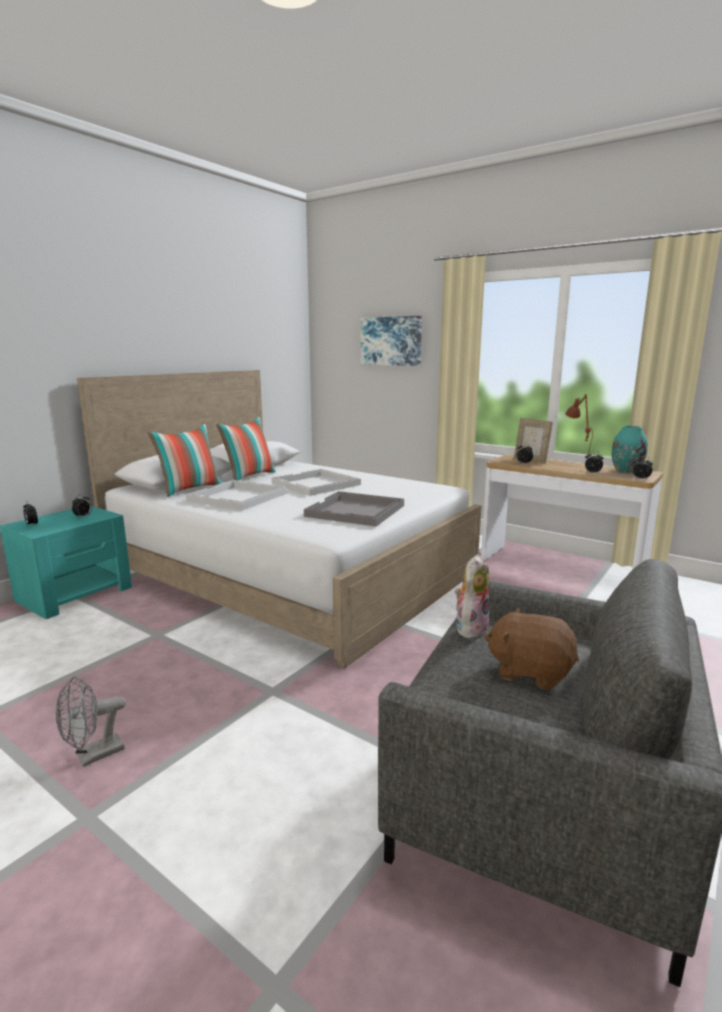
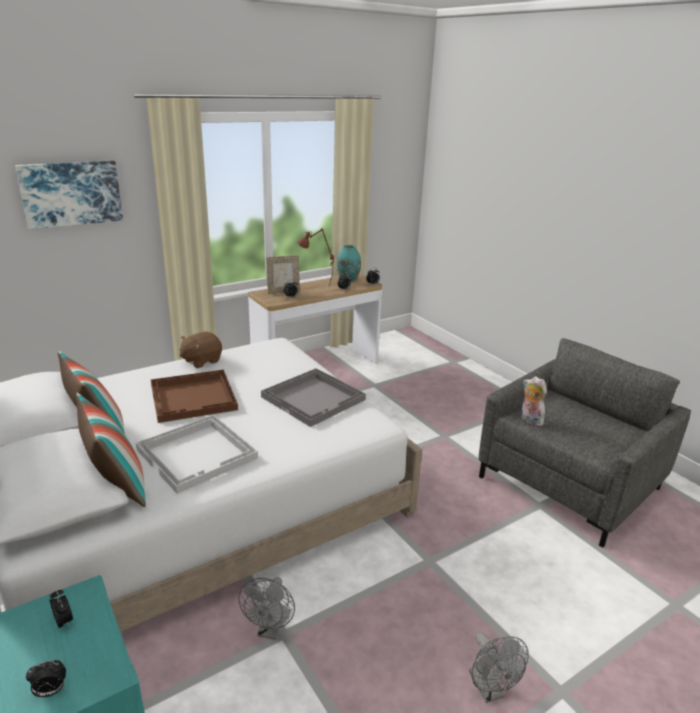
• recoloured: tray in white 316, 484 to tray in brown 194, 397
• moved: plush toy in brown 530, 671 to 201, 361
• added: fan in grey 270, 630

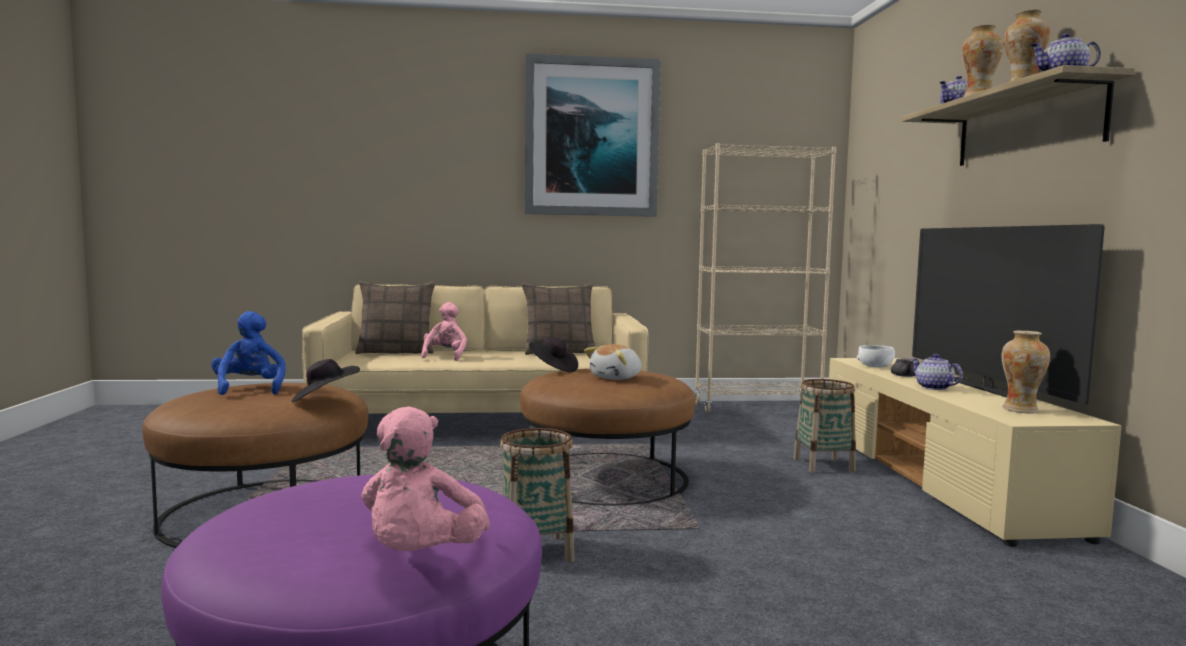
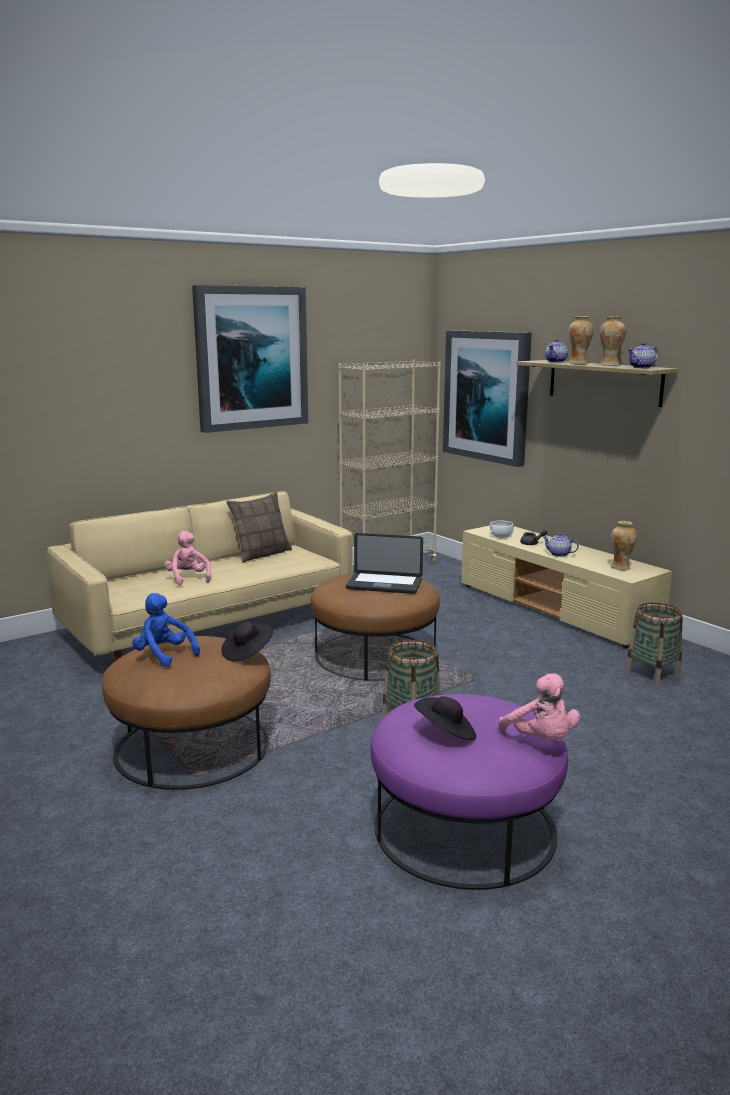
• removed: television 986, 389
• removed: pillow 396, 352
• moved: hat in black 553, 369 to 446, 733
• replaced: plush toy 617, 378 to laptop 384, 584
• moved: basket 823, 465 to 652, 674
• added: picture 487, 396

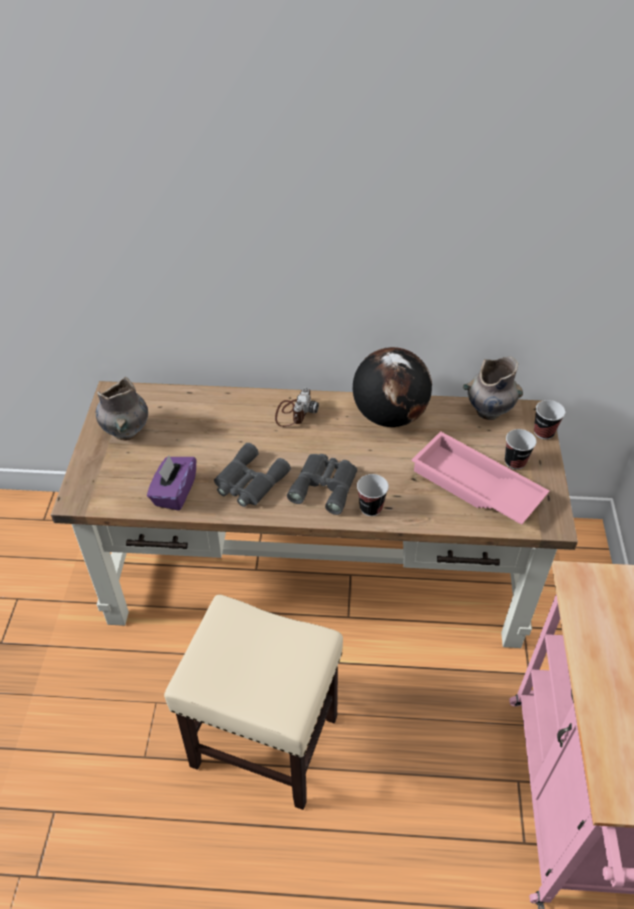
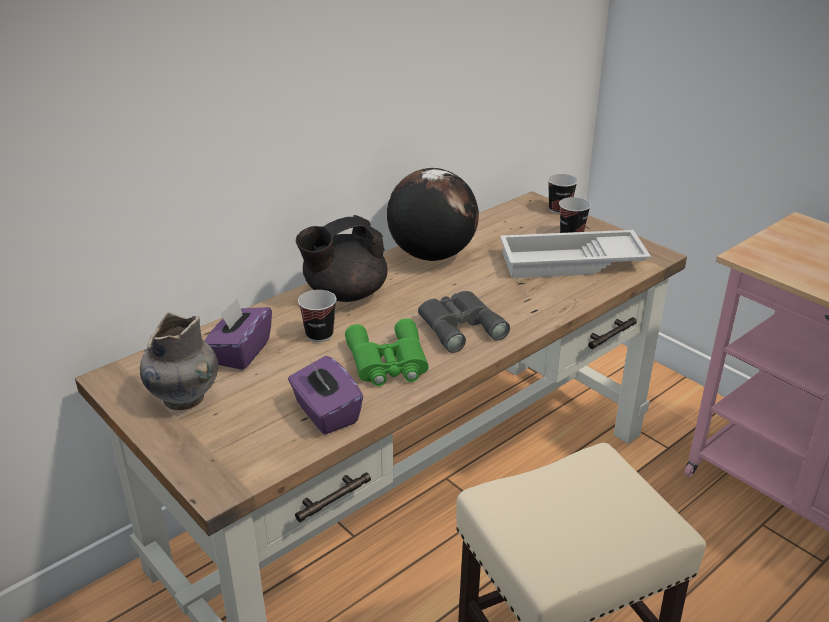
• removed: vase in grey 488, 411
• replaced: photo camera 294, 412 to teapot in black 344, 294
• recoloured: tray in pink 474, 487 to tray in white 571, 263
• recoloured: binoculars in grey 249, 482 to binoculars in green 387, 362
• moved: cup 371, 508 to 319, 335
• added: tissue box in purple 240, 352

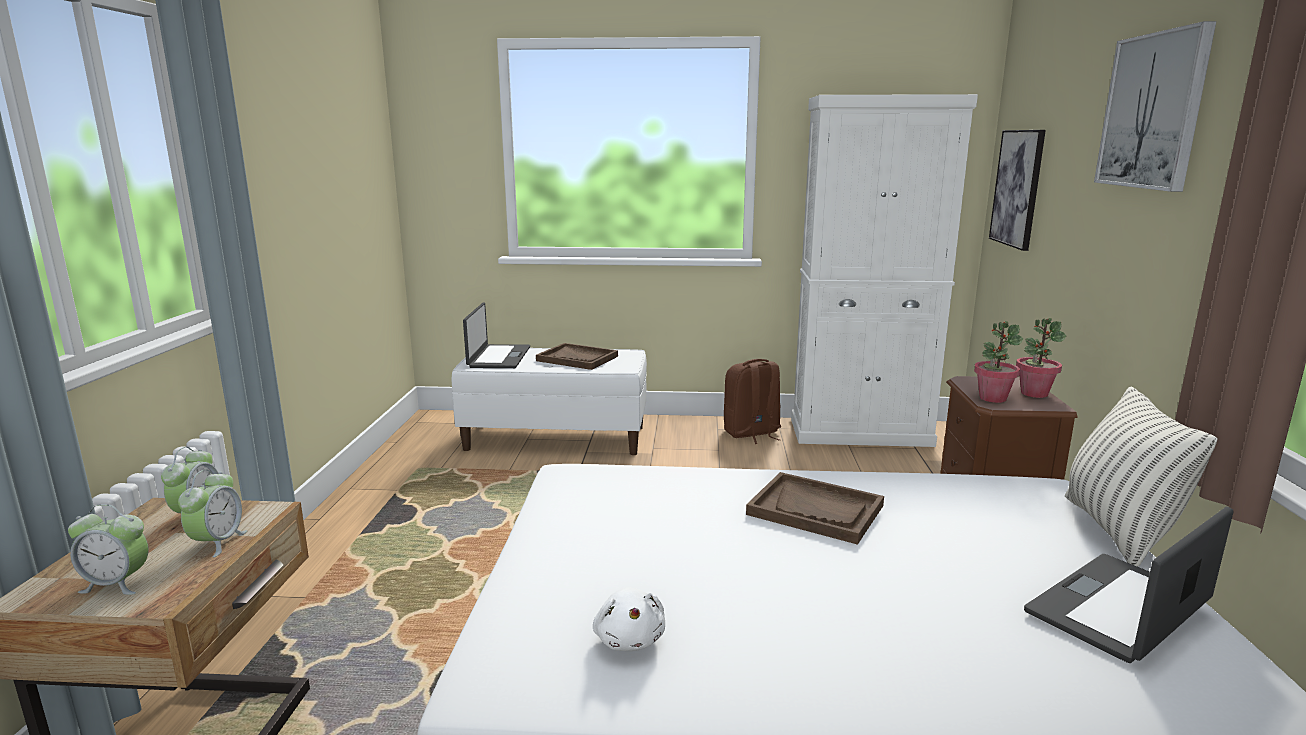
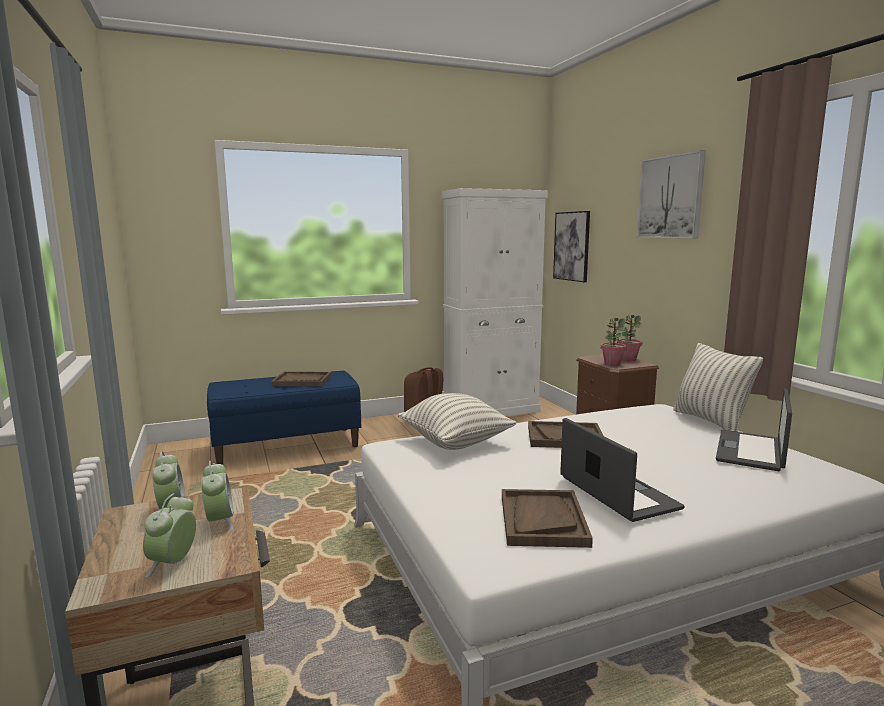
• moved: laptop 498, 357 to 616, 493
• recoloured: bench in white 556, 438 to bench in blue 287, 445
• turned: alarm clock 117, 584 = 173, 563 120 degrees clockwise
• replaced: plush toy in white 629, 639 to tray in brown 542, 520
• added: pillow 455, 443

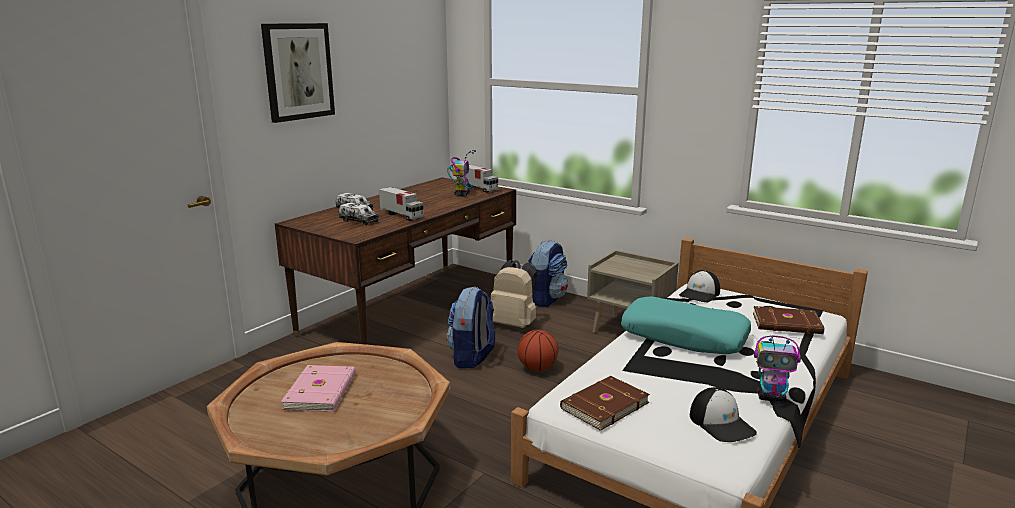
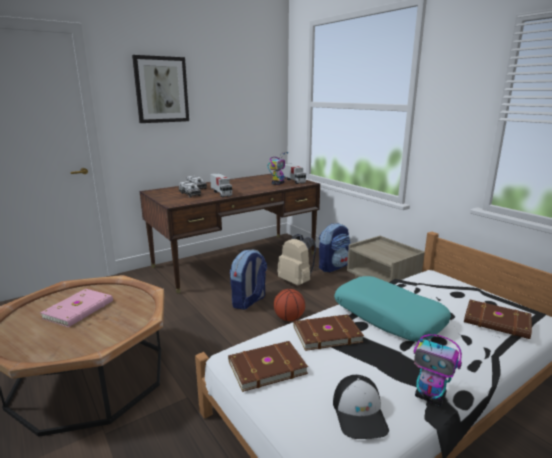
• removed: cap 700, 294
• added: book in brown 326, 334

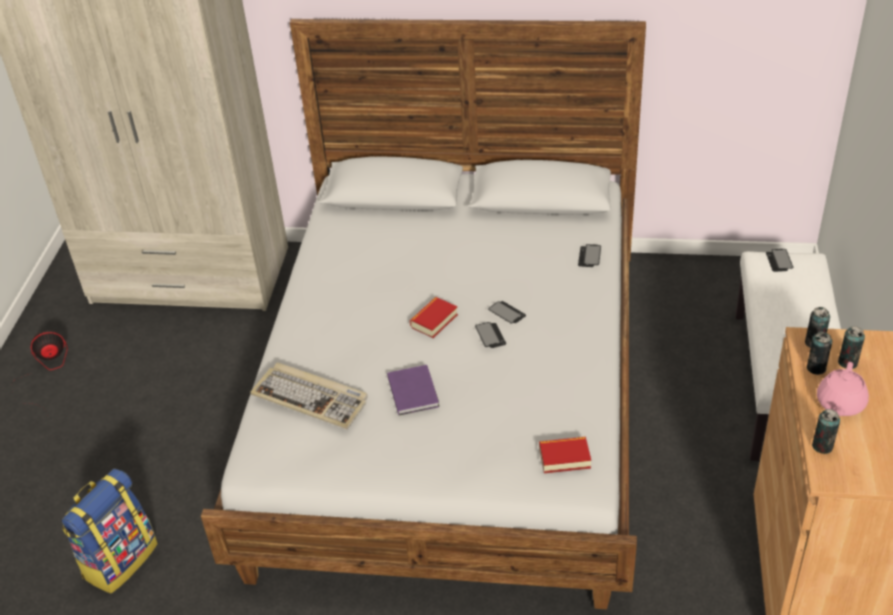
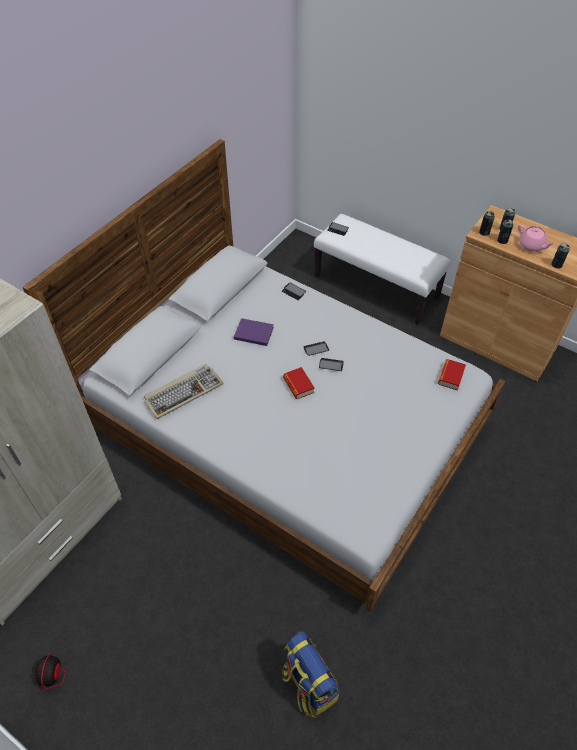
• moved: keyboard 311, 398 to 183, 392
• moved: book in purple 413, 390 to 253, 332

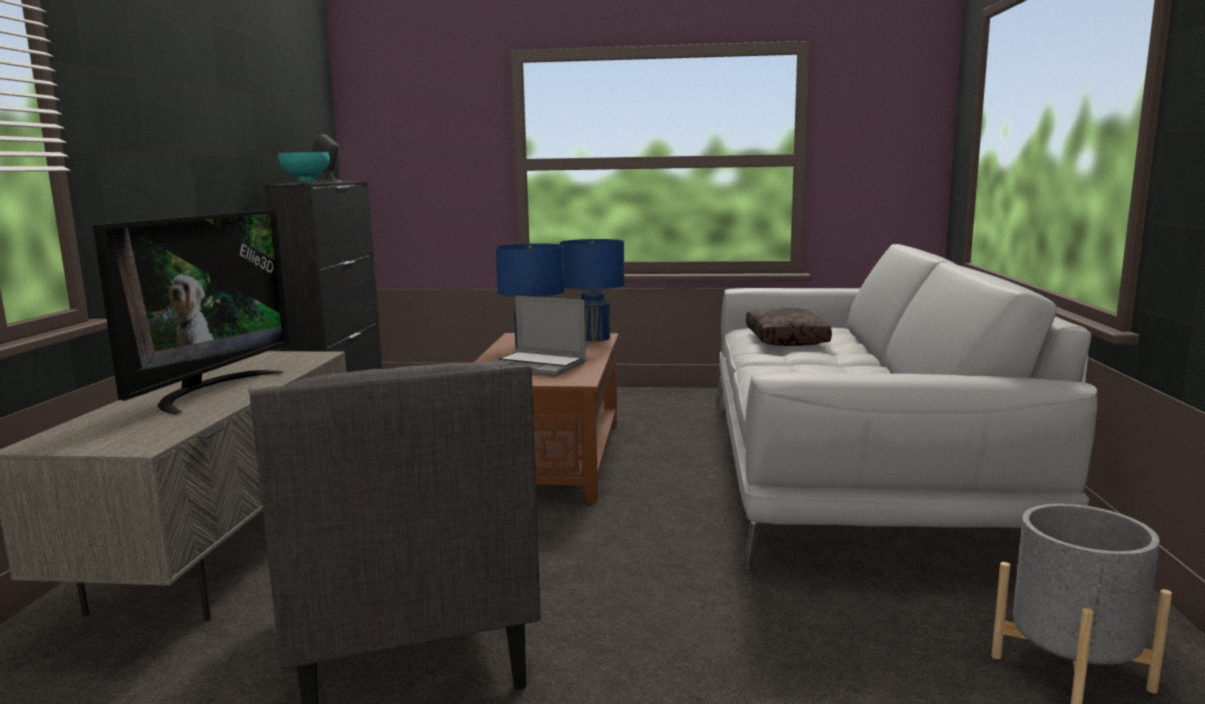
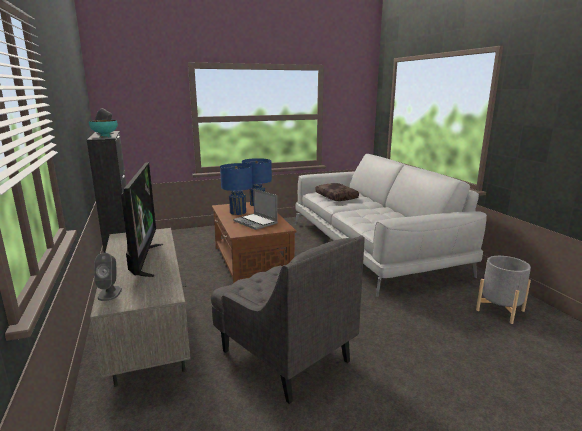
• turned: laptop 538, 366 = 256, 222 45 degrees clockwise
• added: speaker in grey 110, 293

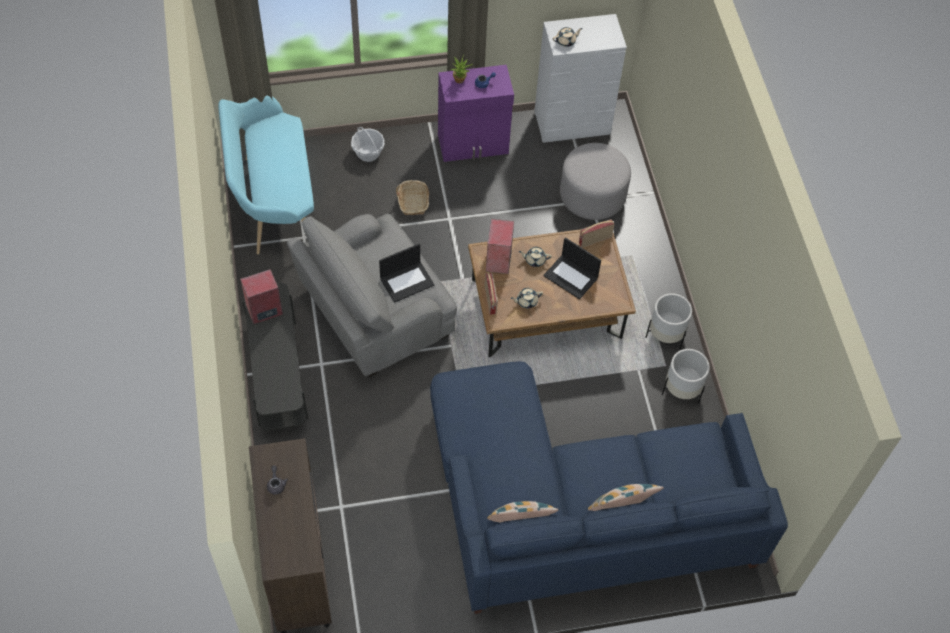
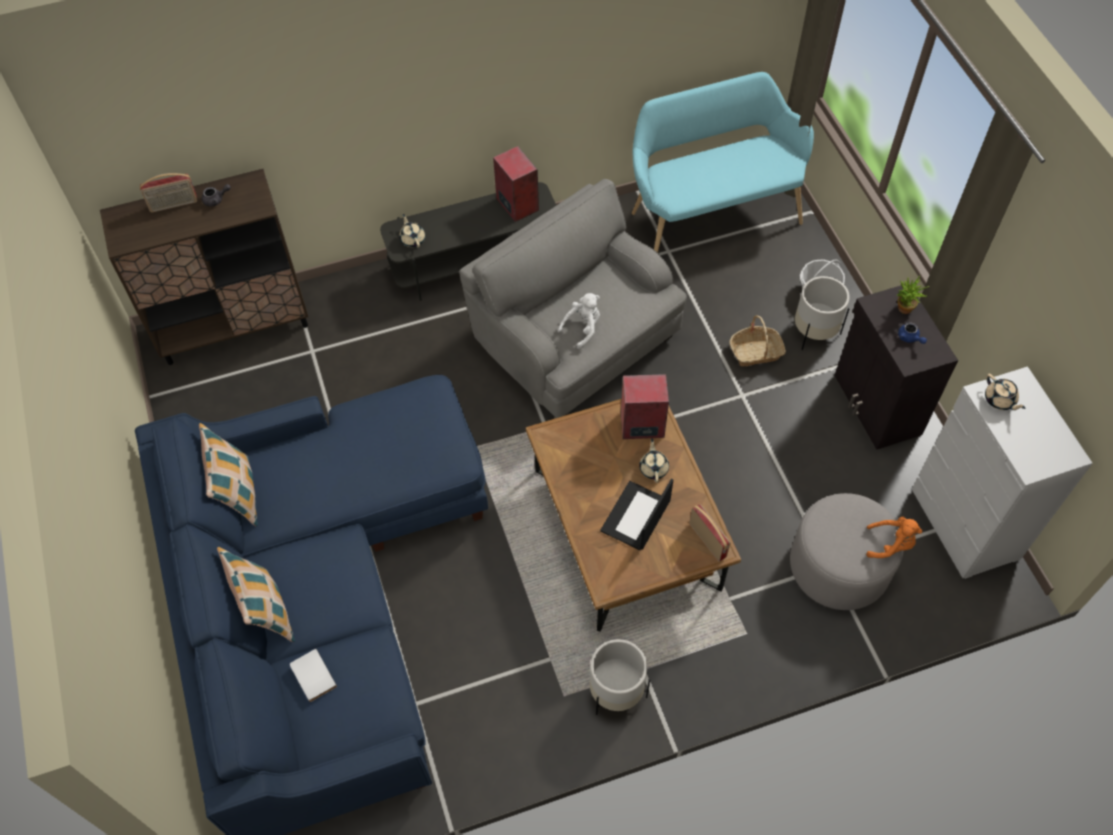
• recoloured: cabinet in purple 473, 145 to cabinet in black 876, 405
• replaced: laptop 407, 281 to plush toy in white 582, 328
• moved: radio 490, 300 to 173, 205
• moved: teapot in beige 526, 301 to 412, 239
• moved: planter in white 682, 390 to 814, 332
• added: plush toy in orange 891, 544
• added: book in white 311, 677

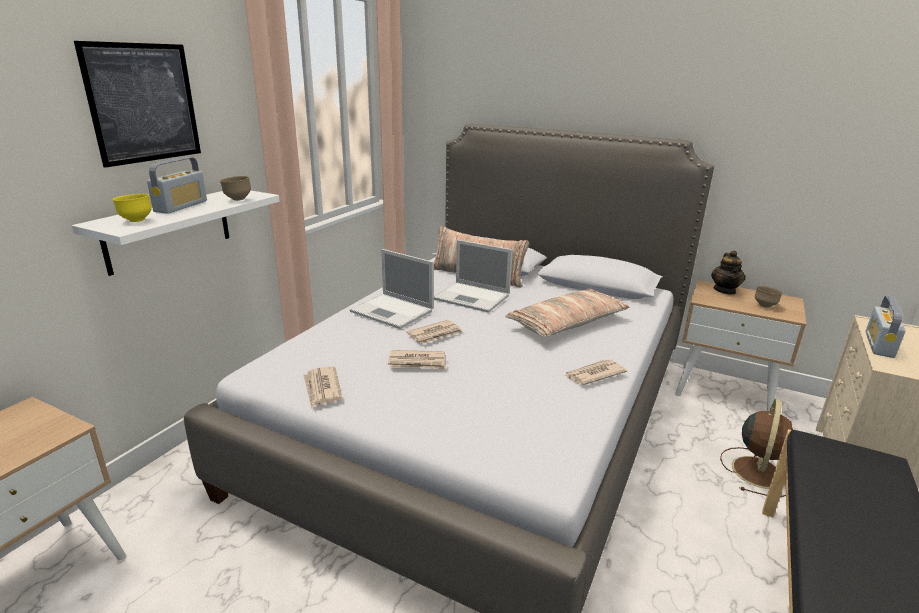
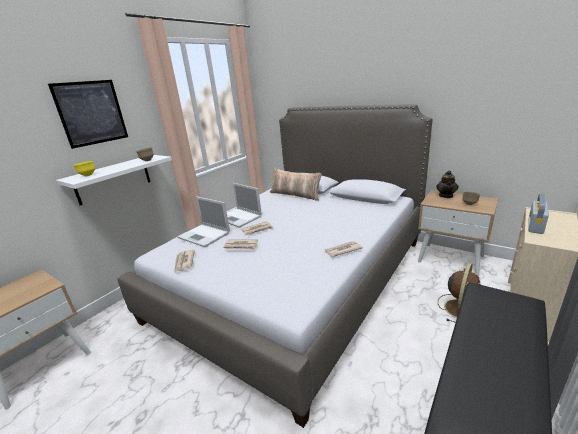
• removed: radio 181, 206
• moved: laptop 473, 297 to 205, 235
• removed: pillow 568, 324

